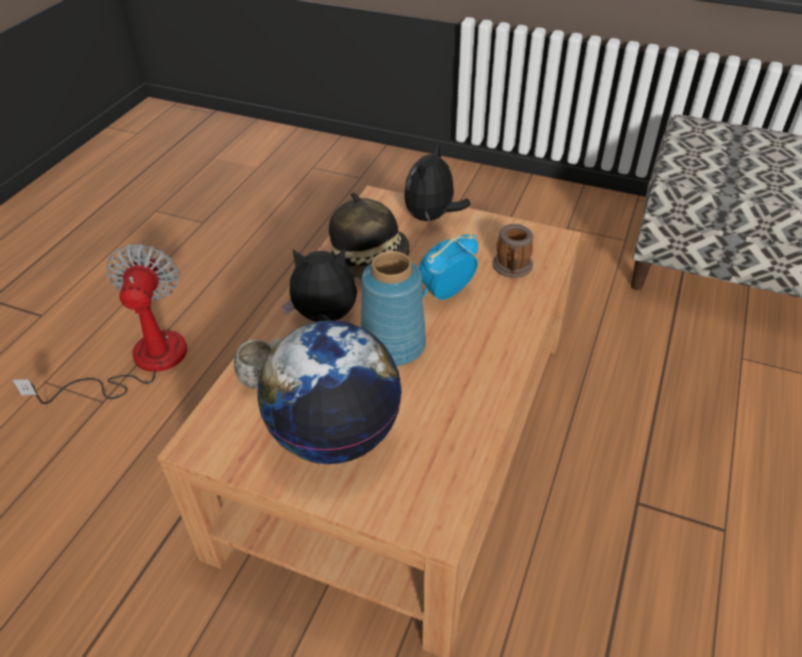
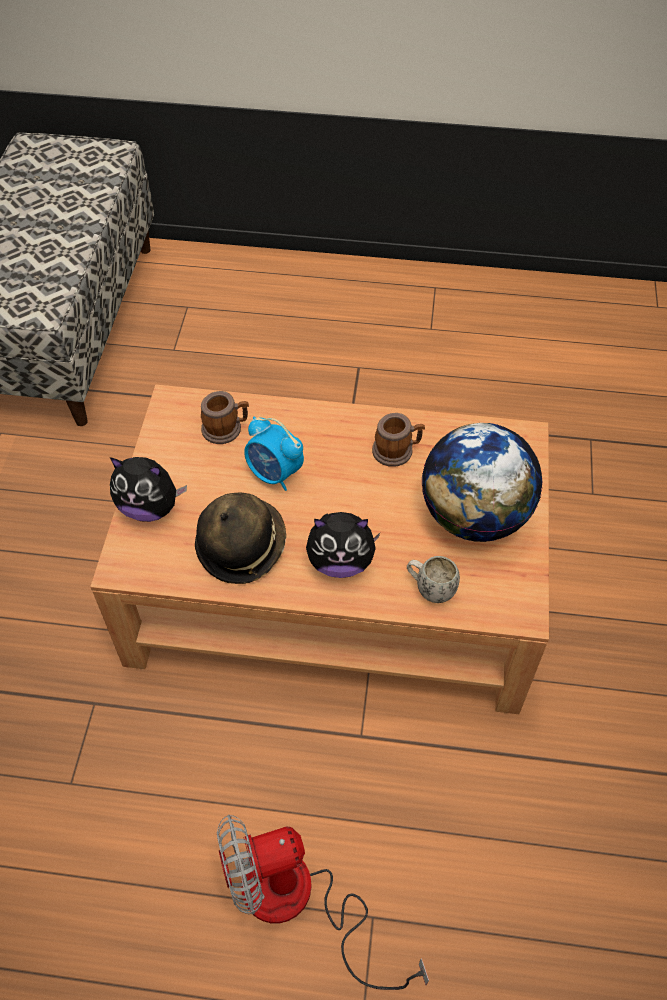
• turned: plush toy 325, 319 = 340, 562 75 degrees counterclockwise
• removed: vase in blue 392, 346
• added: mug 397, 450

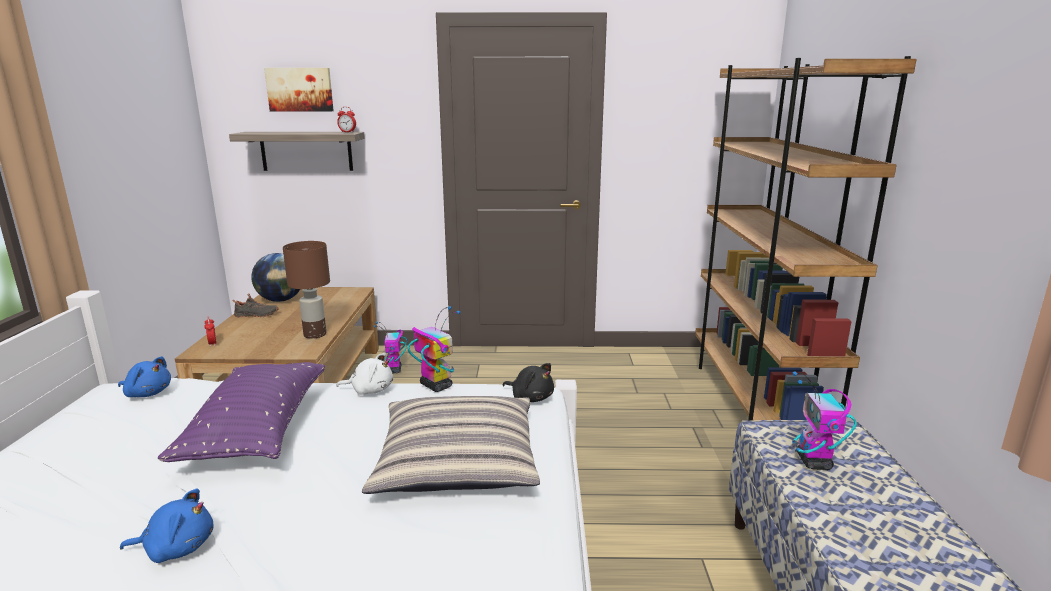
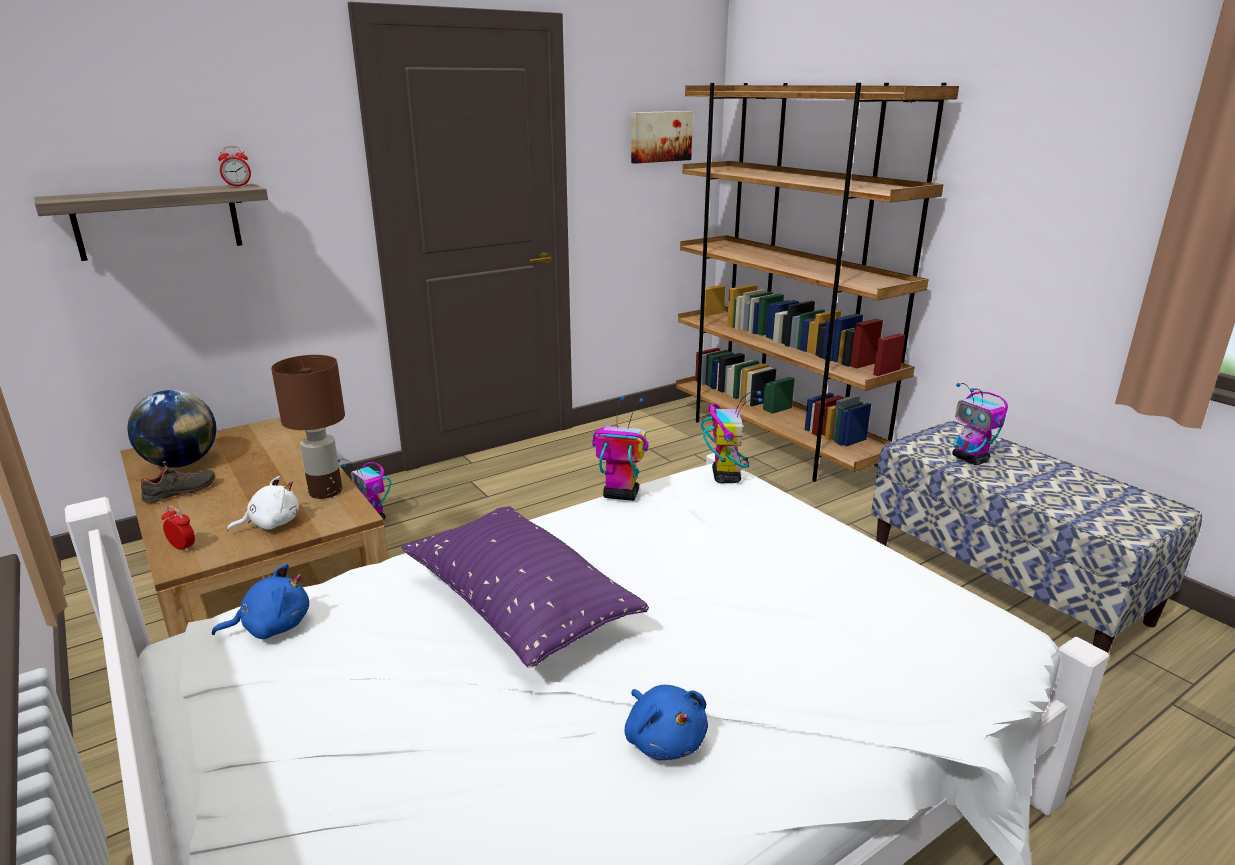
• moved: picture 300, 89 to 660, 136
• moved: plush toy in white 370, 390 to 271, 523
• replaced: plush toy in black 530, 397 to toy robot 726, 476
• removed: pillow 457, 461
• turned: plush toy in blue 177, 548 = 664, 739 105 degrees clockwise

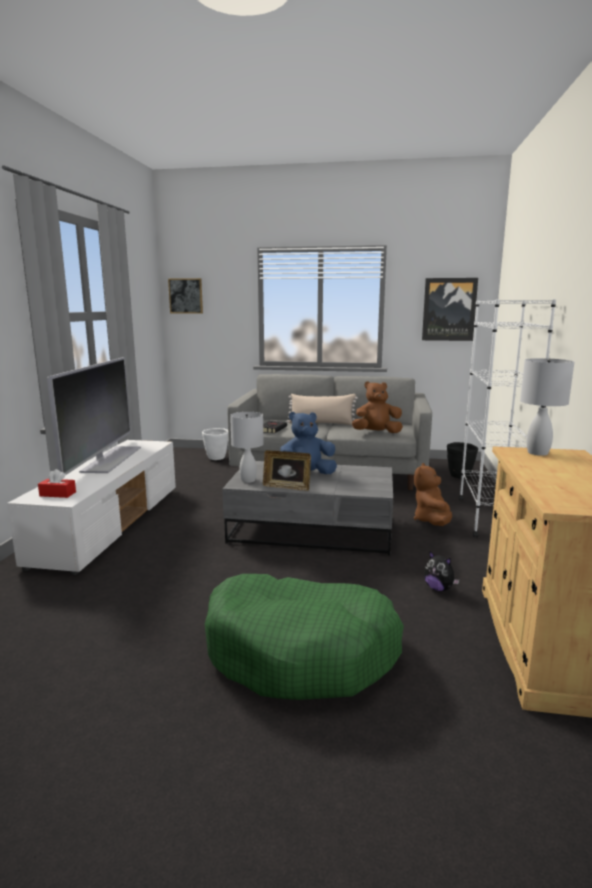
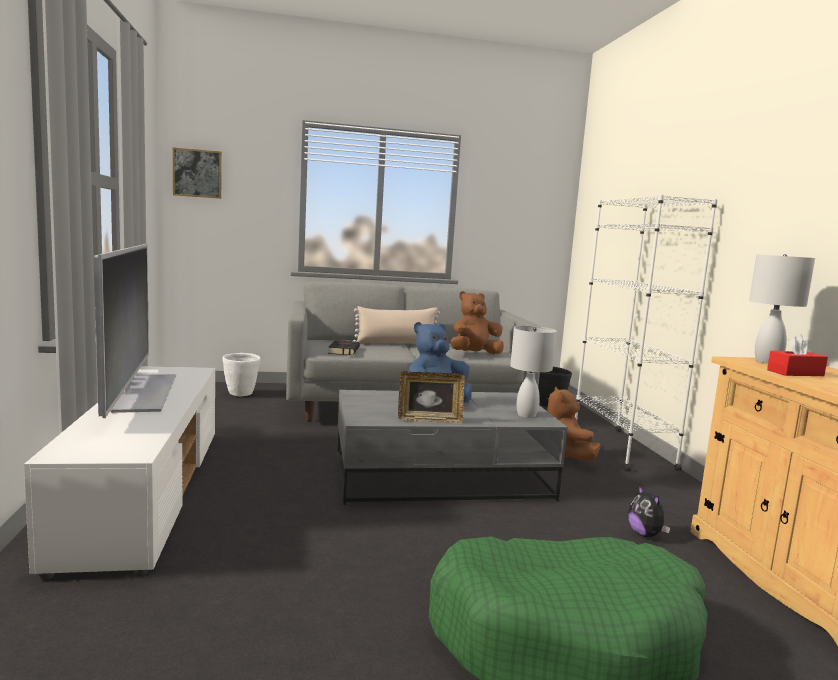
• removed: picture 449, 309
• moved: table lamp in white 248, 480 to 527, 415
• moved: tissue box in red 58, 494 to 795, 373
• turned: plush toy 438, 588 = 645, 534 45 degrees clockwise

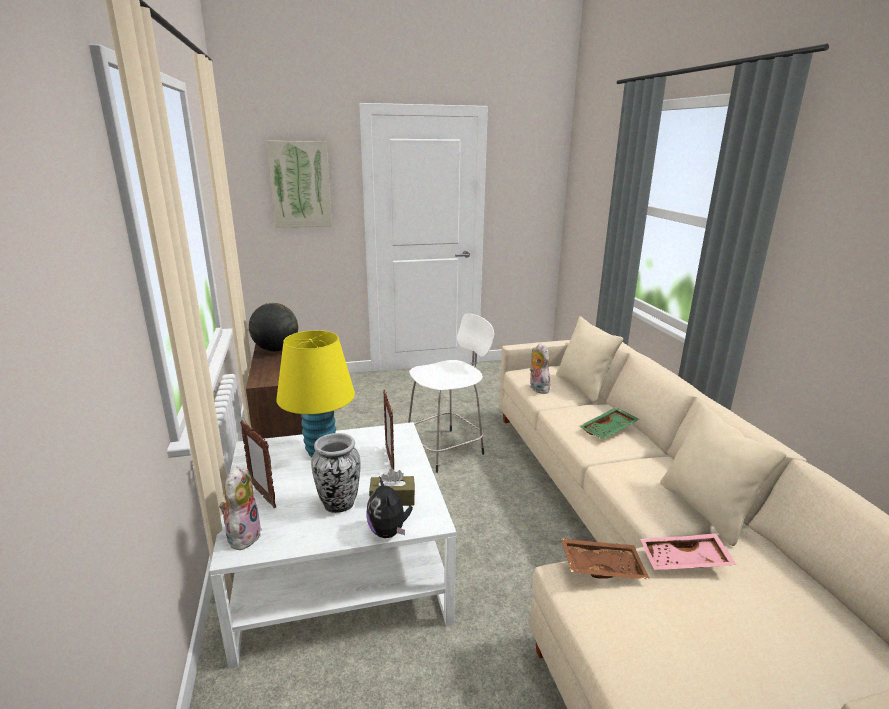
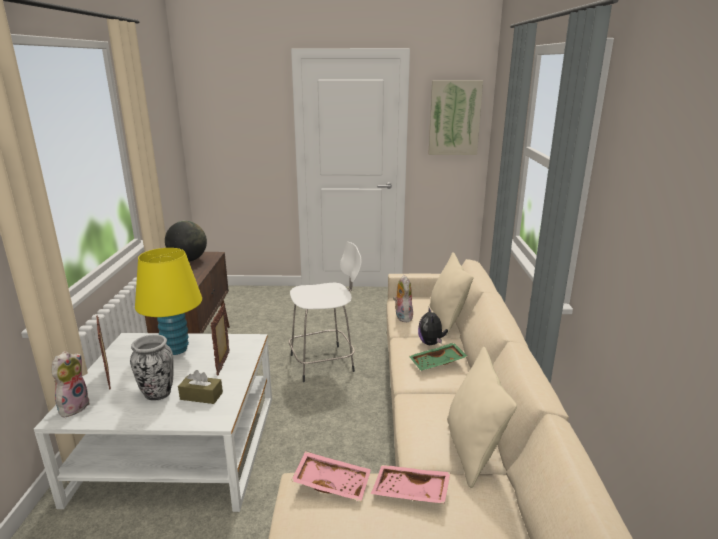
• moved: picture 300, 184 to 454, 118
• moved: plush toy 389, 532 to 431, 343
• recoloured: tray in brown 602, 566 to tray in pink 332, 482

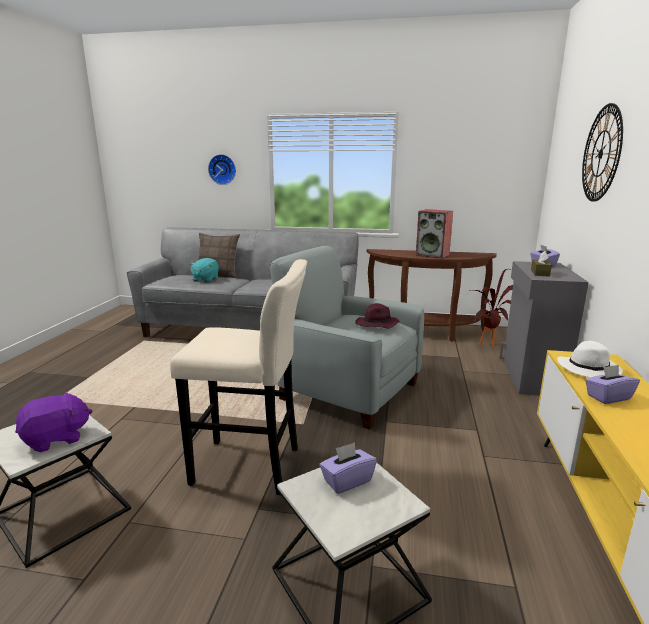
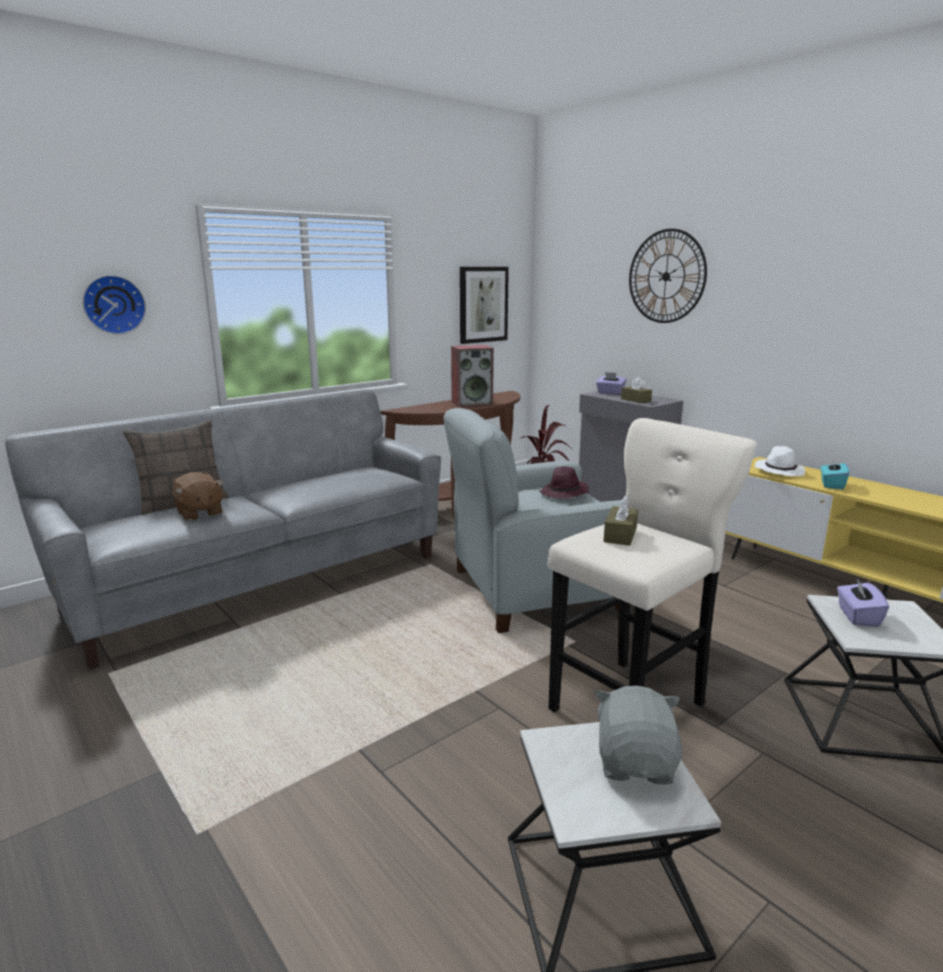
• recoloured: plush toy in turquoise 205, 279 to plush toy in brown 199, 513
• recoloured: tissue box in purple 608, 397 to tissue box in turquoise 831, 484
• recoloured: plush toy in purple 56, 438 to plush toy in grey 636, 763
• added: picture 483, 304
• added: tissue box in brown 620, 535

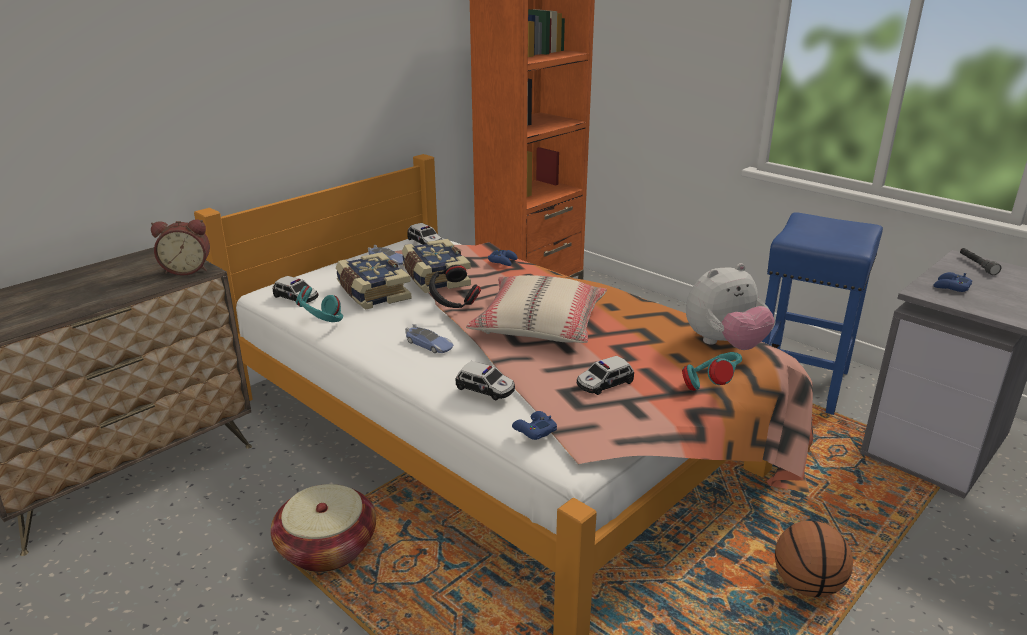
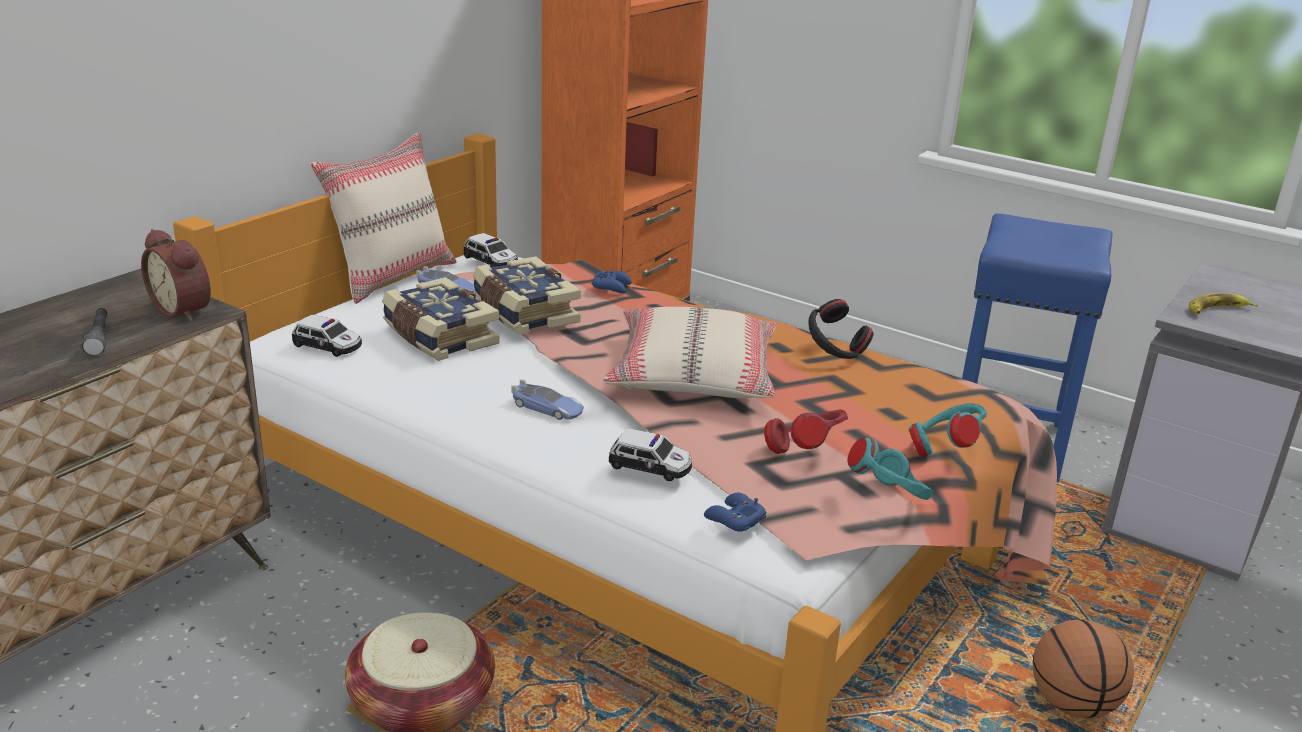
• turned: alarm clock 187, 270 = 185, 310 60 degrees clockwise
• moved: flashlight in grey 977, 265 to 99, 338
• removed: plush toy 724, 344
• moved: headphones in black 453, 304 to 835, 353
• replaced: game controller in blue 951, 287 to banana 1216, 310
• moved: headphones in turquoise 322, 323 to 889, 499
• replaced: toy car 604, 383 to headphones in red 806, 452
• added: pillow in beige 392, 276

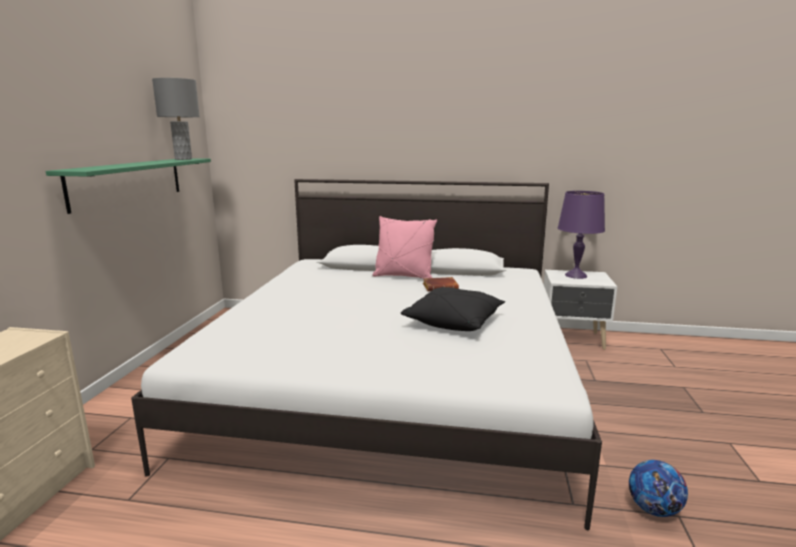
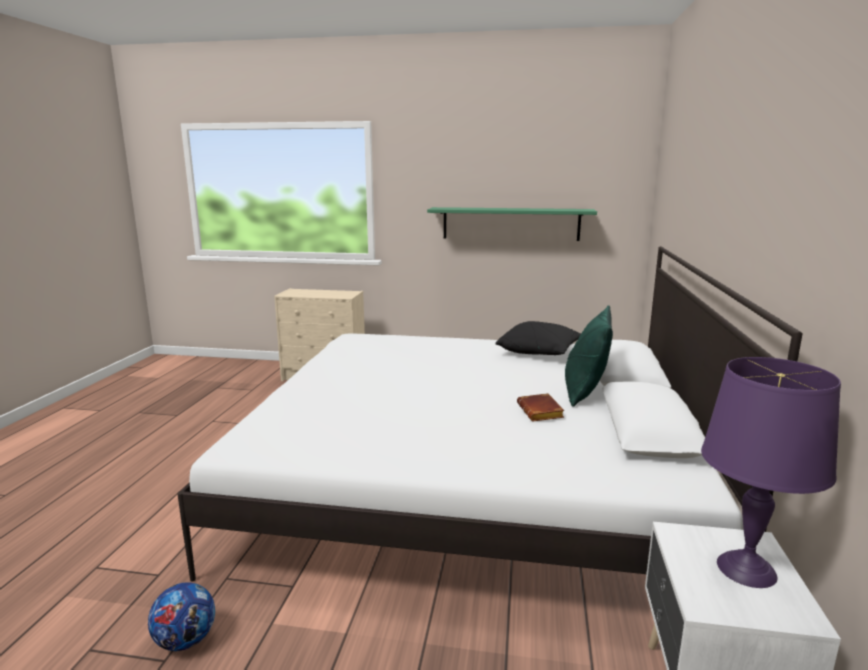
• removed: table lamp in grey 183, 159
• recoloured: pillow in pink 403, 276 to pillow in green 584, 393
• moved: pillow in black 454, 321 to 539, 352

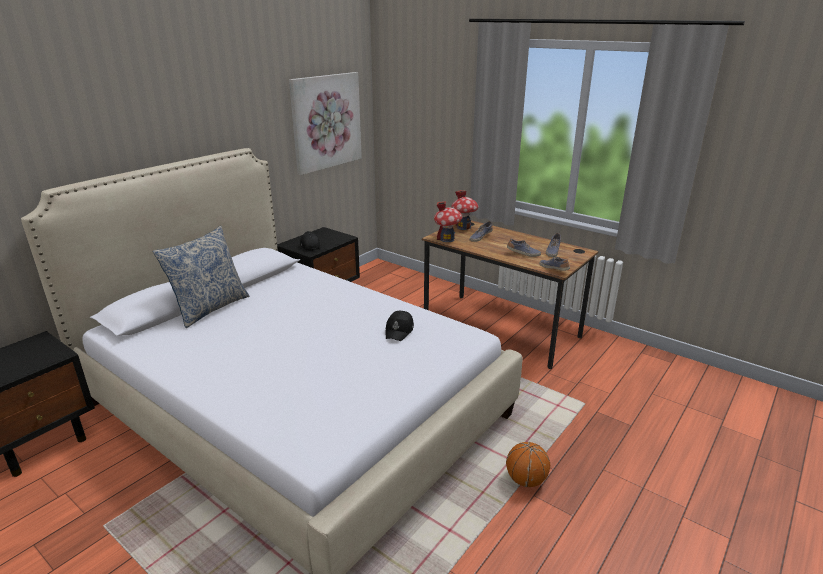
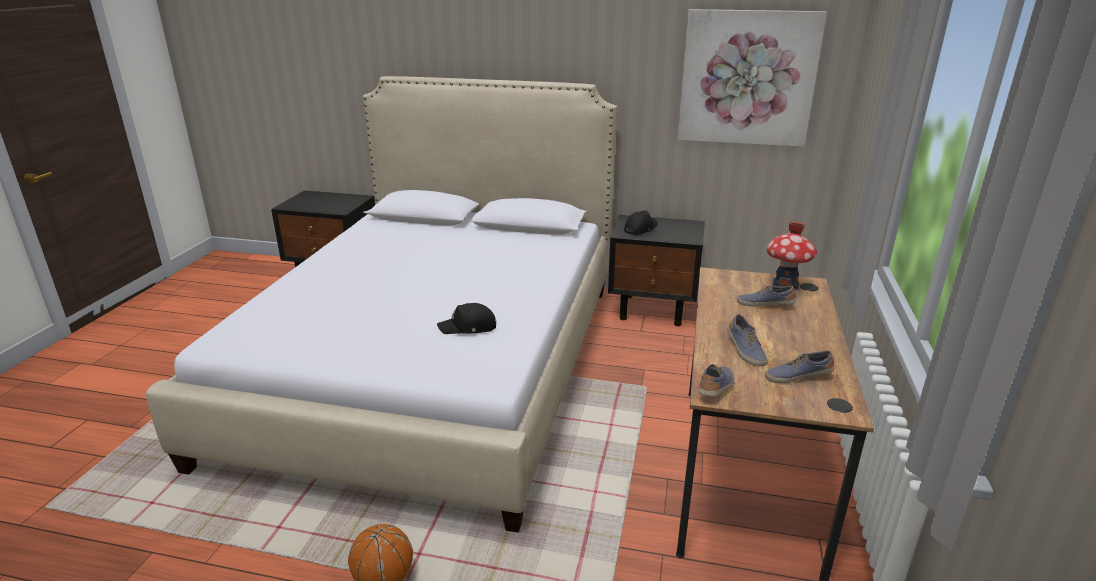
• removed: toy house 447, 239
• removed: pillow 210, 308

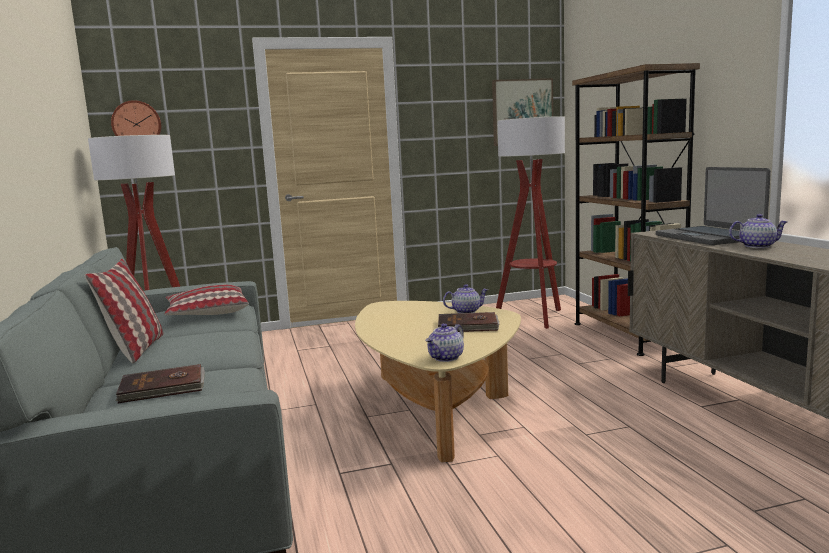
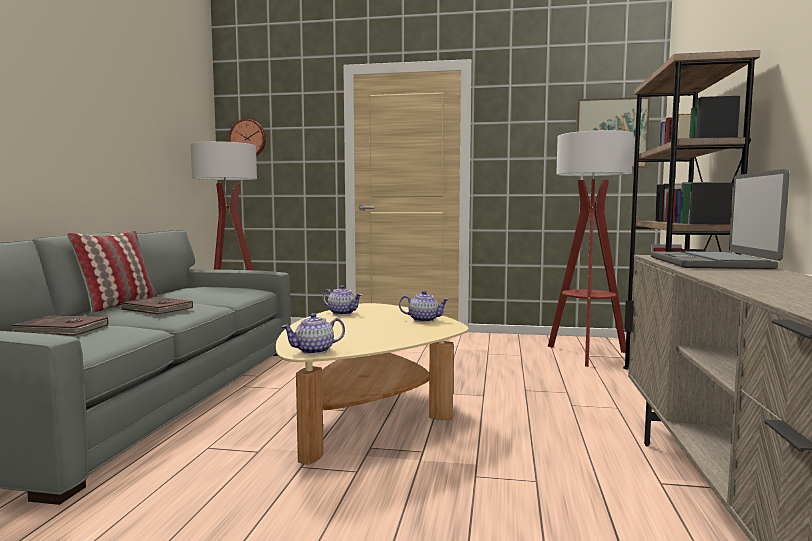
• moved: teapot 757, 246 to 342, 313
• removed: pillow 207, 313
• moved: book in brown 468, 326 to 156, 309

